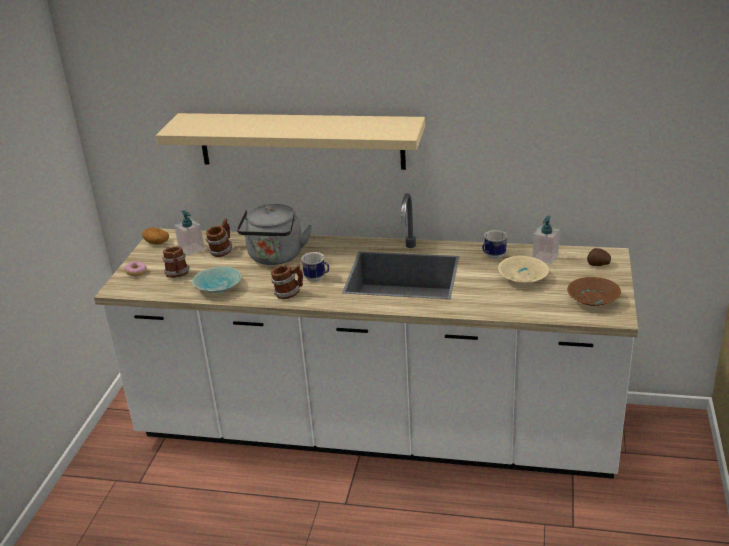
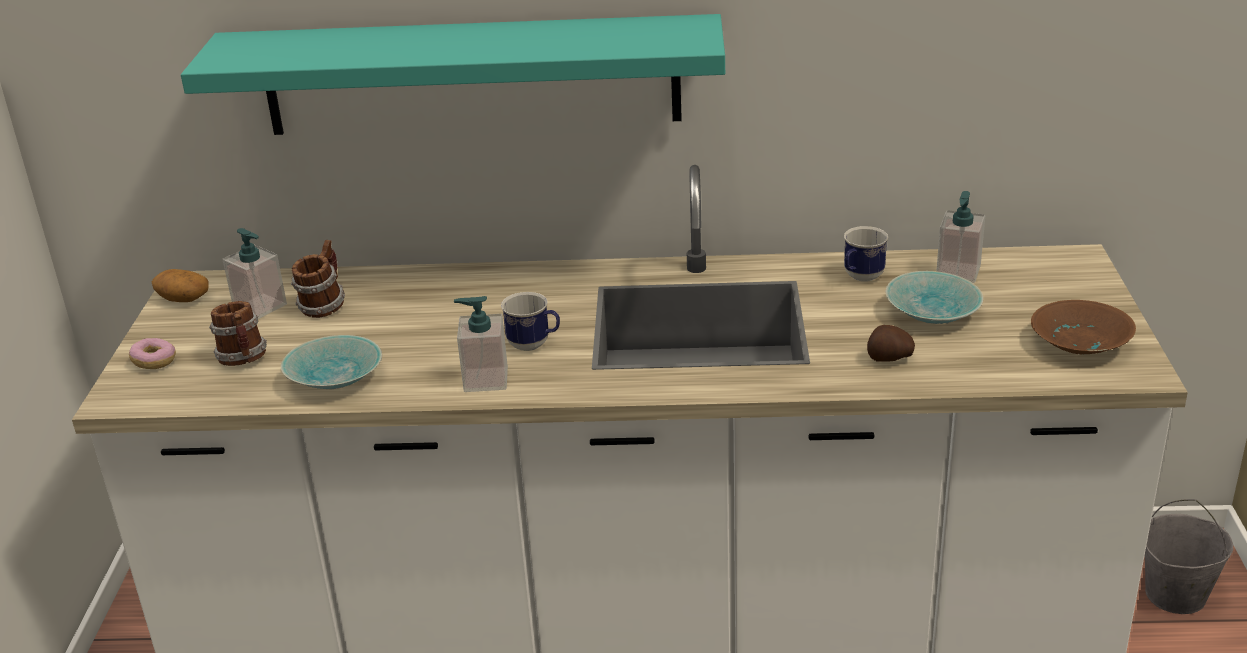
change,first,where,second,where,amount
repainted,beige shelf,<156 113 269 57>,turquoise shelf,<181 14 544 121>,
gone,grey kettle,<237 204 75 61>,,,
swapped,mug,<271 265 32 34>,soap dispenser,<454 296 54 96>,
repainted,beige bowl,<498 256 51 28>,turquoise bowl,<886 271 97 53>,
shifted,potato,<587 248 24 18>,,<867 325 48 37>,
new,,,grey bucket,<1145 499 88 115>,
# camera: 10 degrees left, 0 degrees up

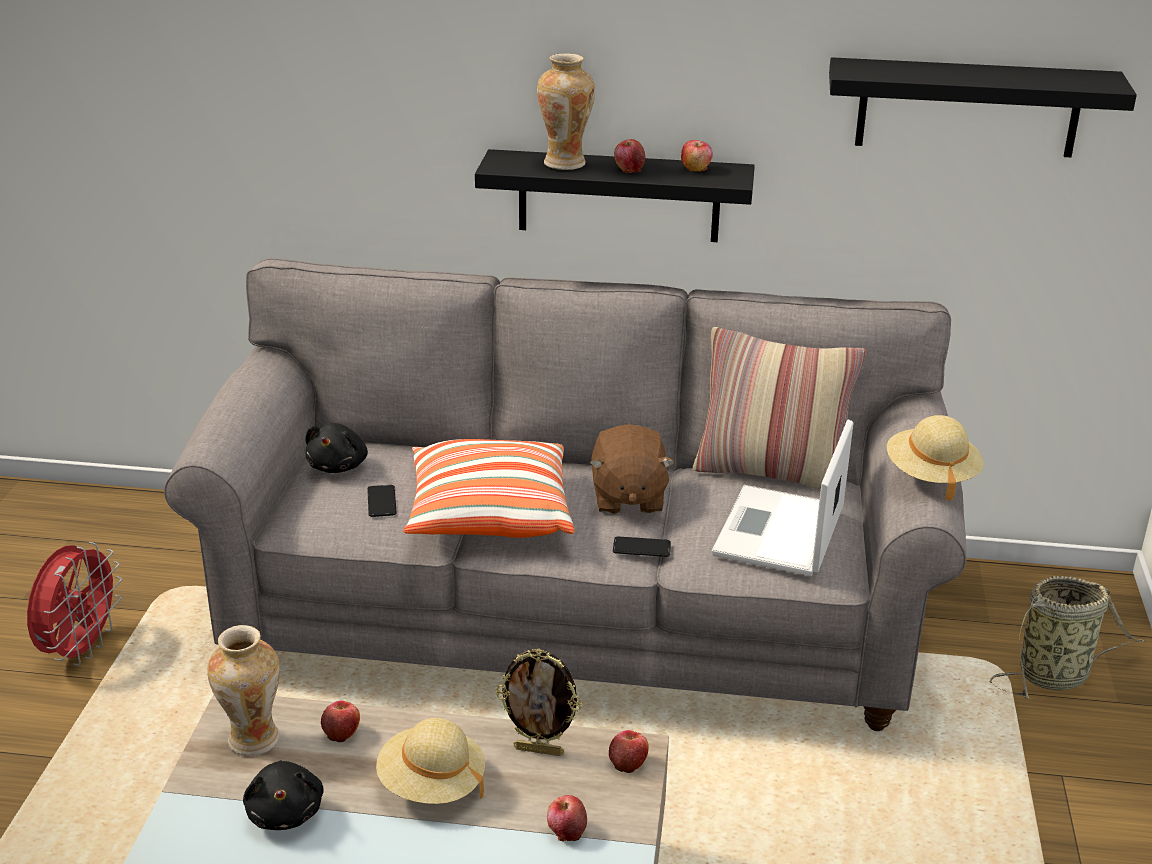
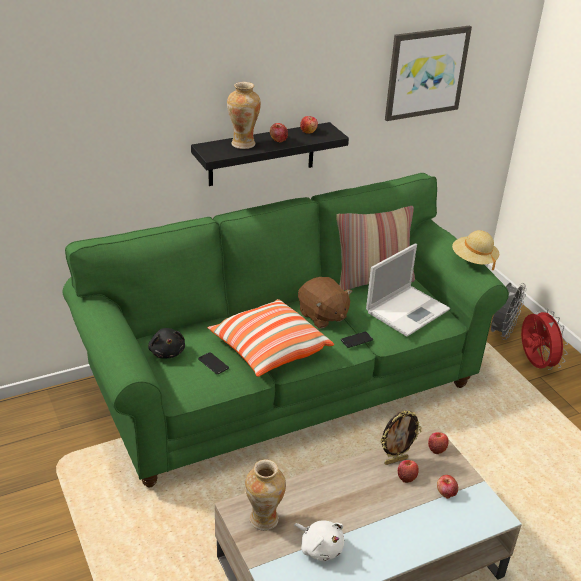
change,first,where,second,where,amount
shifted,red fan,<27 542 95 123>,,<521 308 47 62>,
repainted,grey sofa,<164 258 803 473>,green sofa,<63 173 446 315>,
repainted,black plush toy,<243 760 81 70>,white plush toy,<294 520 50 41>,
shifted,apple,<321 701 39 41>,,<398 460 21 23>,
gone,beige hat,<376 718 109 86>,,,
rotated,laptop,<712 420 141 156>,,<366 244 84 93>,120 degrees counterclockwise
swapped,black shelf,<829 57 308 100>,picture,<385 26 87 95>,
swapped,basket,<989 576 157 123>,grey fan,<491 283 36 57>,
# camera: 35 degrees left, 5 degrees up

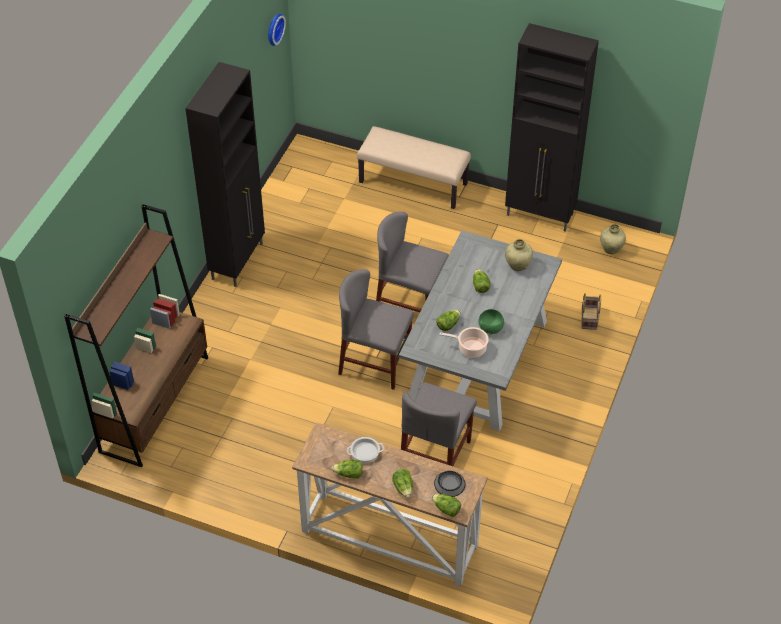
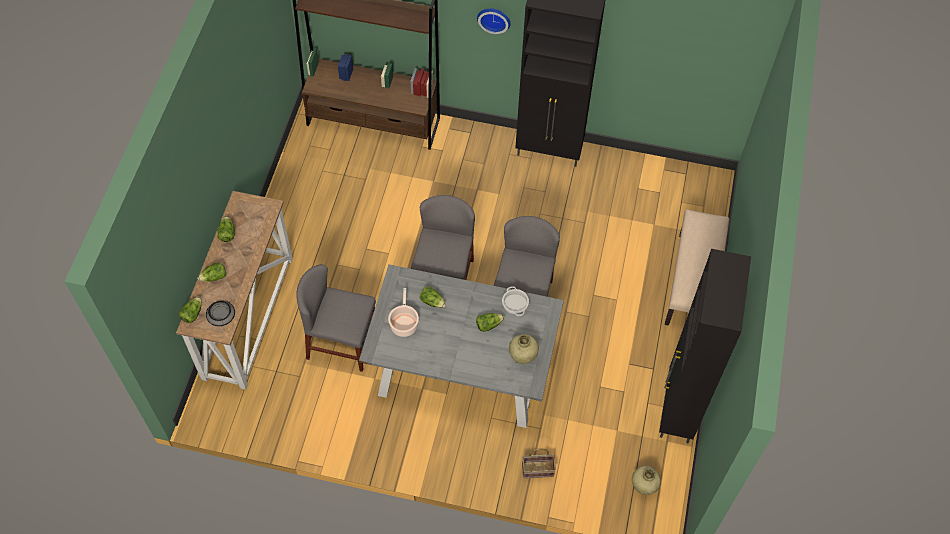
change,first,where,second,where,amount
shifted,wall clock,<268 13 18 33>,,<477 8 34 26>,
shifted,cooking pot,<347 437 37 26>,,<502 286 27 30>,
gone,green bowl,<478 309 26 26>,,,
# camera: 80 degrees right, 10 degrees up

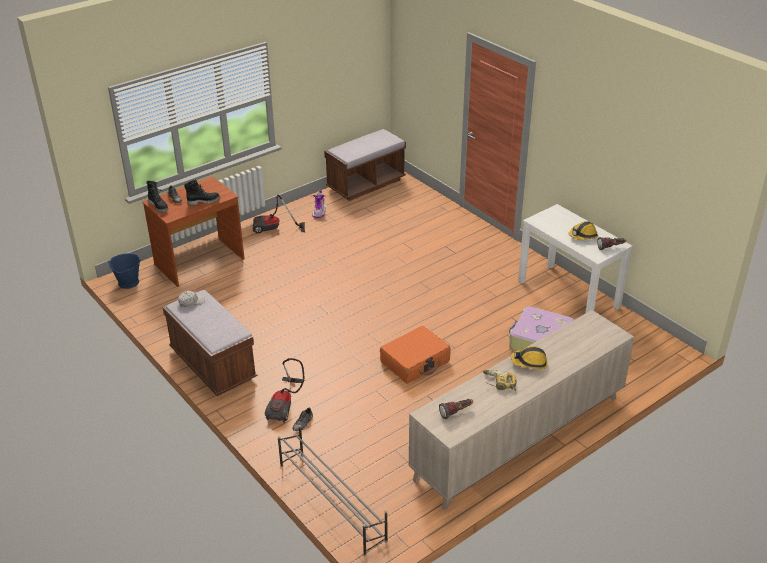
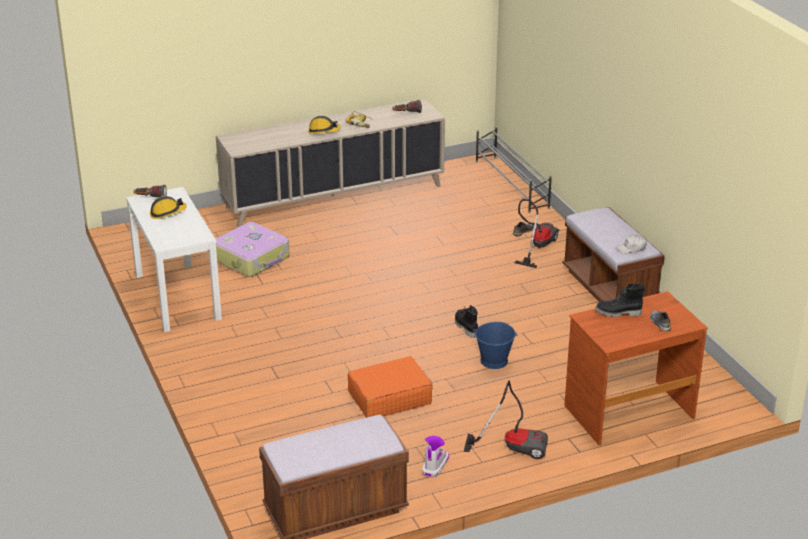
change,first,where,second,where,amount
shifted,blue bucket,<107 253 35 36>,,<473 322 45 47>,
shifted,black boot,<146 181 22 31>,,<455 305 23 33>,
shifted,orange suitcase,<380 326 71 58>,,<348 356 85 62>,
# camera: 165 degrees left, 5 degrees down

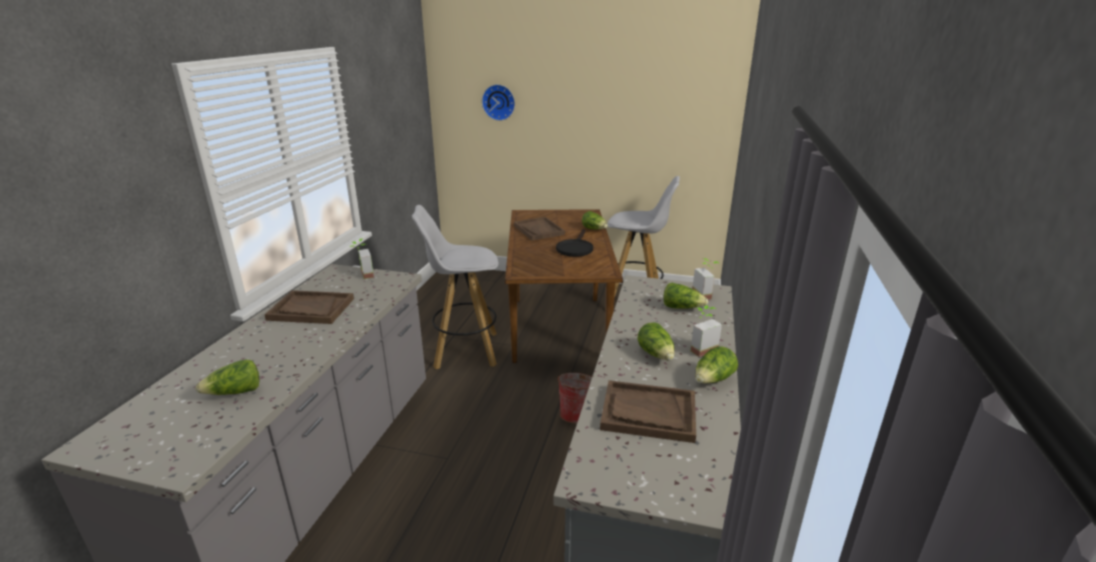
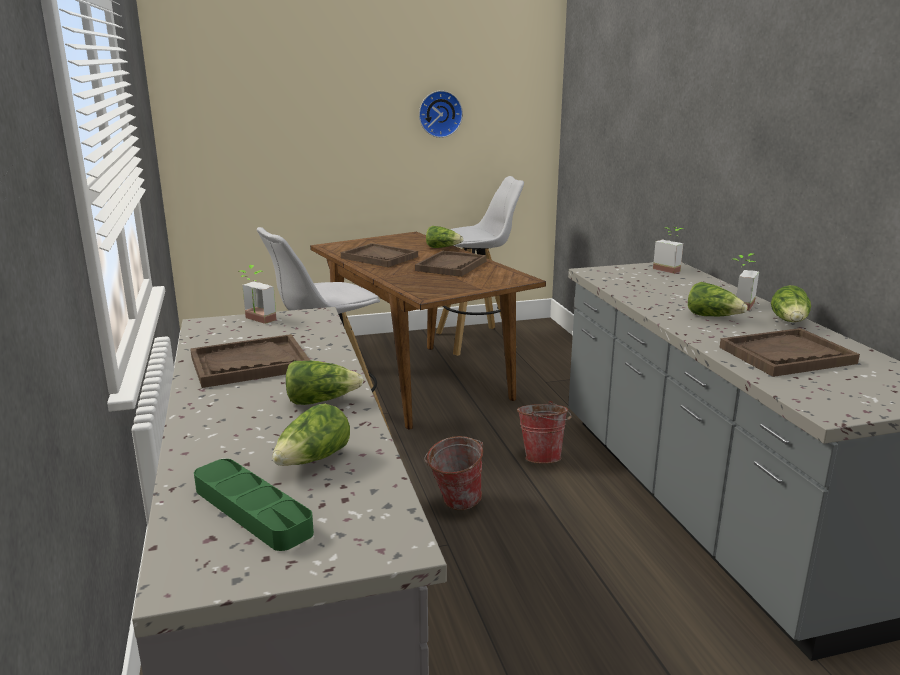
change,first,where,second,where,amount
shifted,wall clock,<482 84 33 37>,,<419 90 44 48>,
swapped,black frying pan,<556 229 37 28>,brown tray,<415 250 72 27>,
shifted,lettuce,<663 283 45 26>,,<286 361 78 44>,
new,,,green tray,<194 459 120 92>,
new,,,bucket,<424 436 59 74>,
# camera: 30 degrees left, 5 degrees down

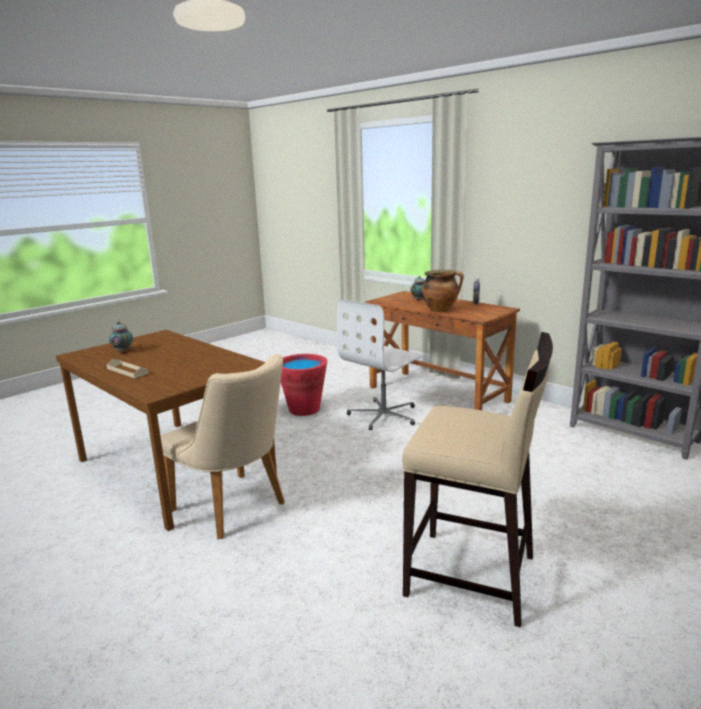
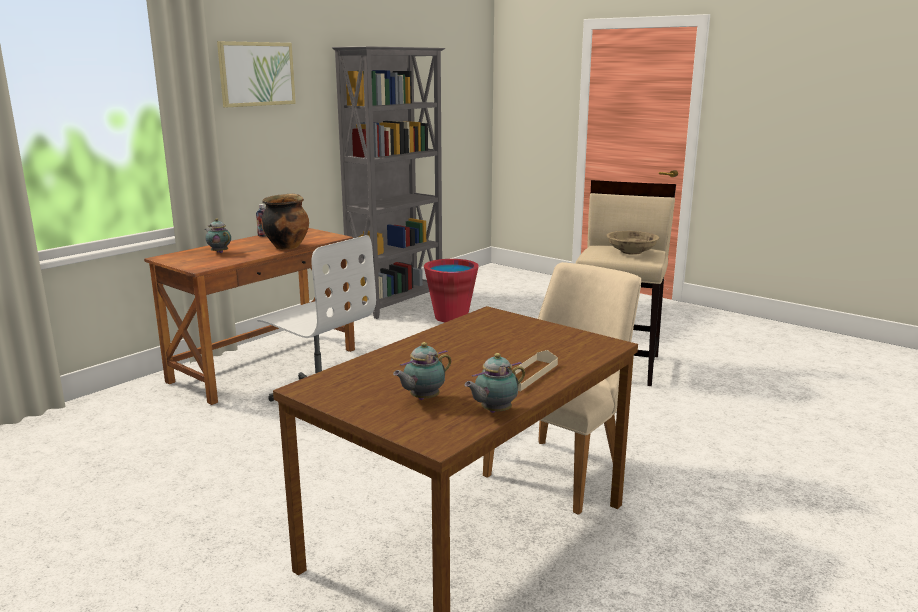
change,first,where,second,where,amount
shifted,red bucket,<281 354 46 62>,,<424 259 55 63>,
new,,,picture,<217 41 79 66>,
new,,,teapot,<464 353 61 60>,
new,,,beige bowl,<607 231 52 24>,
# camera: 95 degrees left, 0 degrees up

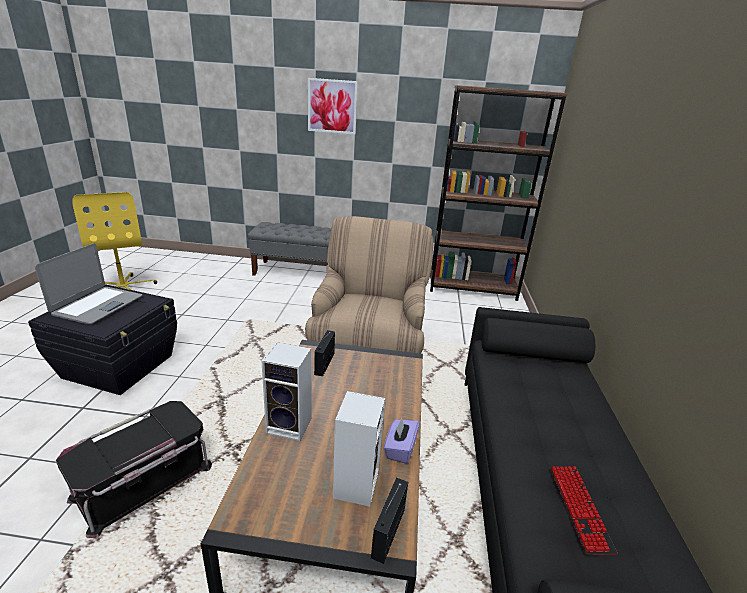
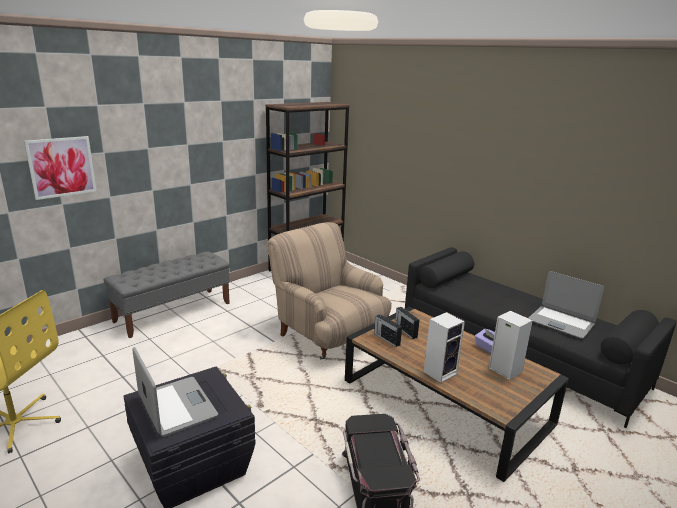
change,first,where,second,where,amount
shifted,picture,<308 78 50 57>,,<24 136 73 64>,
shifted,radio,<371 478 37 86>,,<395 307 24 32>,
swapped,keyboard,<549 466 68 89>,laptop,<529 271 75 68>,
# camera: 50 degrees left, 5 degrees down

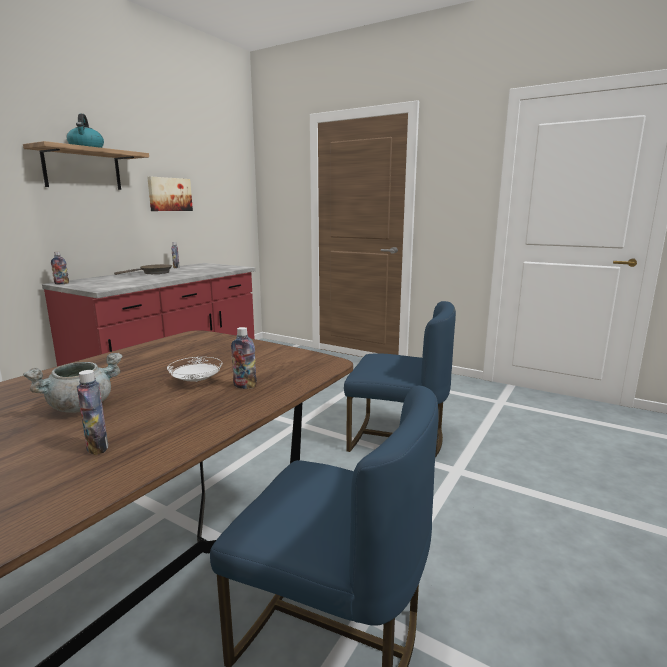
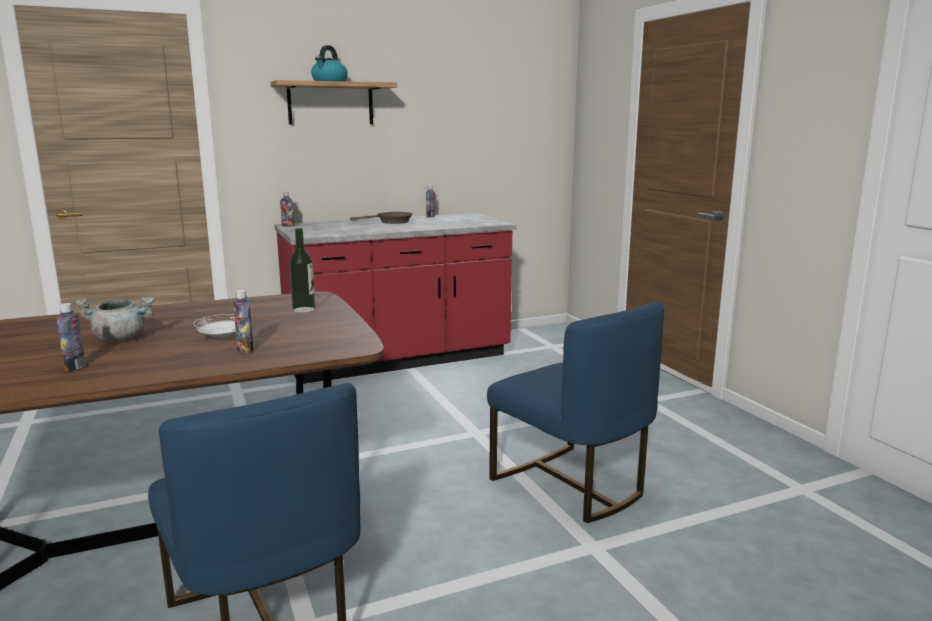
change,first,where,second,where,amount
gone,picture,<147 176 46 35>,,,
new,,,bottle,<289 228 26 85>,
# camera: 35 degrees right, 0 degrees up

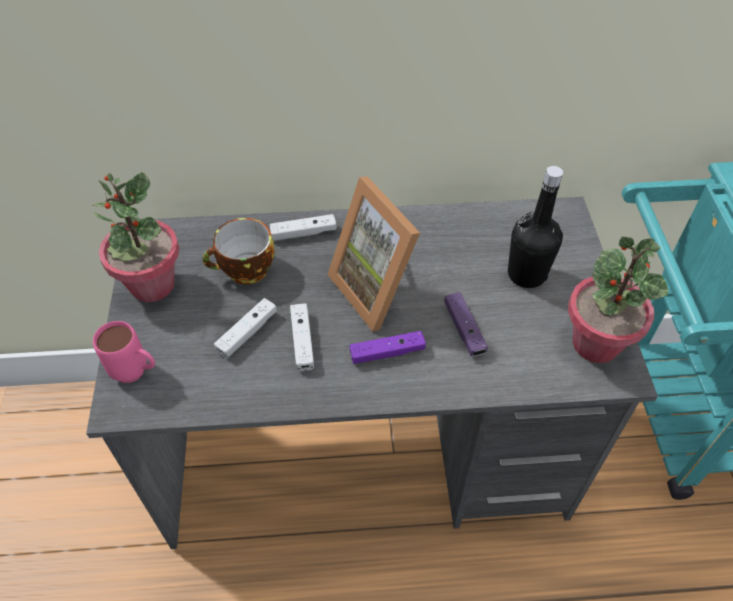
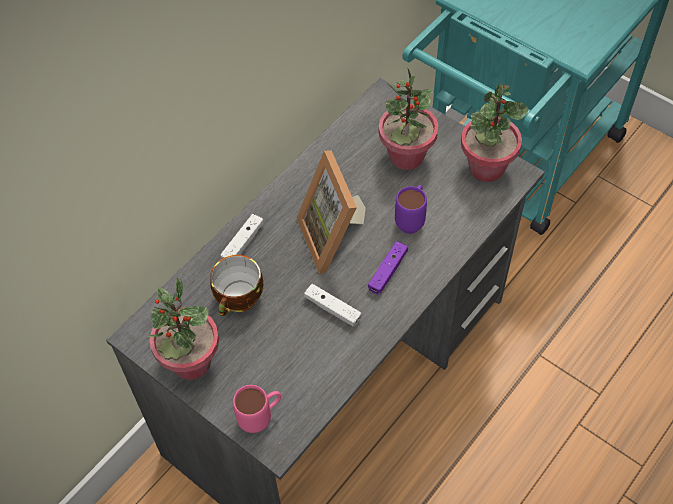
change,first,where,second,where,amount
gone,white game controller,<214 298 63 60>,,,
rotated,picture frame,<328 176 92 156>,,<297 150 69 124>,60 degrees clockwise
swapped,purple game controller,<444 292 44 64>,purple mug,<395 185 32 49>,
swapped,black bottle,<508 166 55 122>,potted plant,<378 66 60 104>,
# camera: 45 degrees left, 5 degrees up

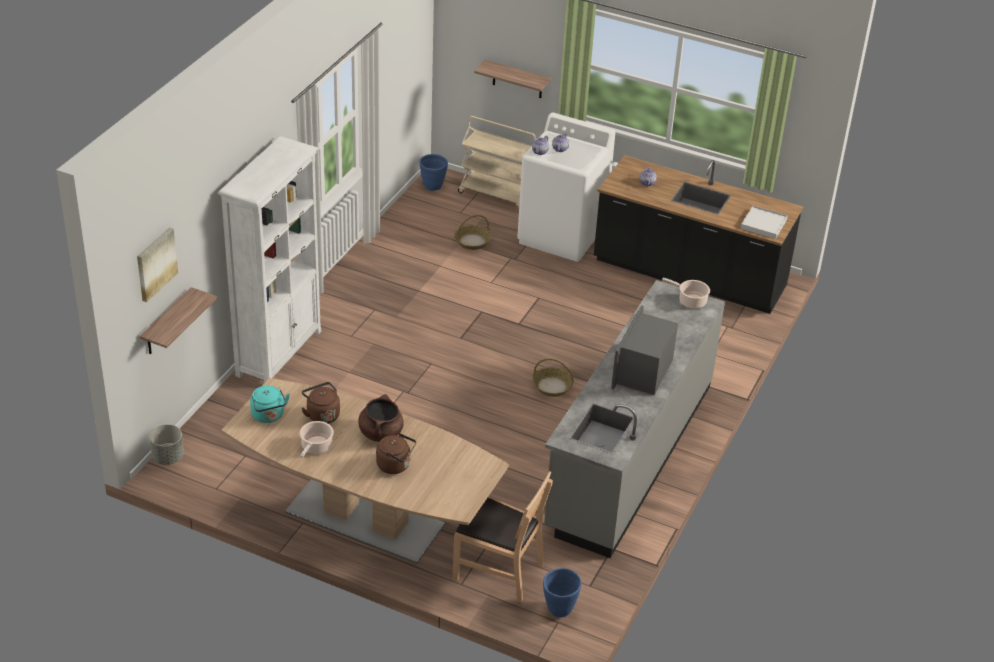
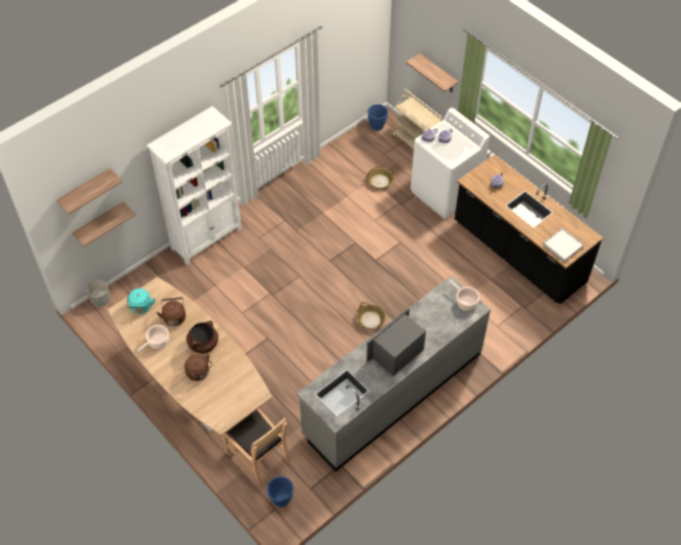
change,first,where,second,where,amount
swapped,picture,<137 227 41 75>,shelf,<56 168 67 47>,
# camera: 25 degrees right, 15 degrees up

